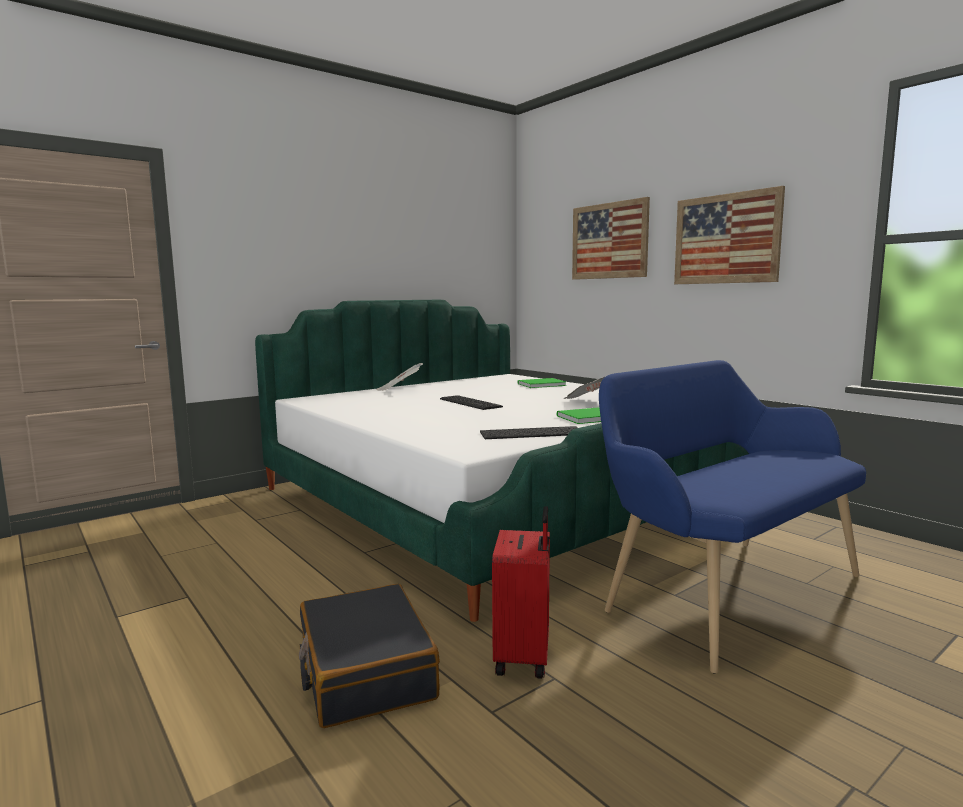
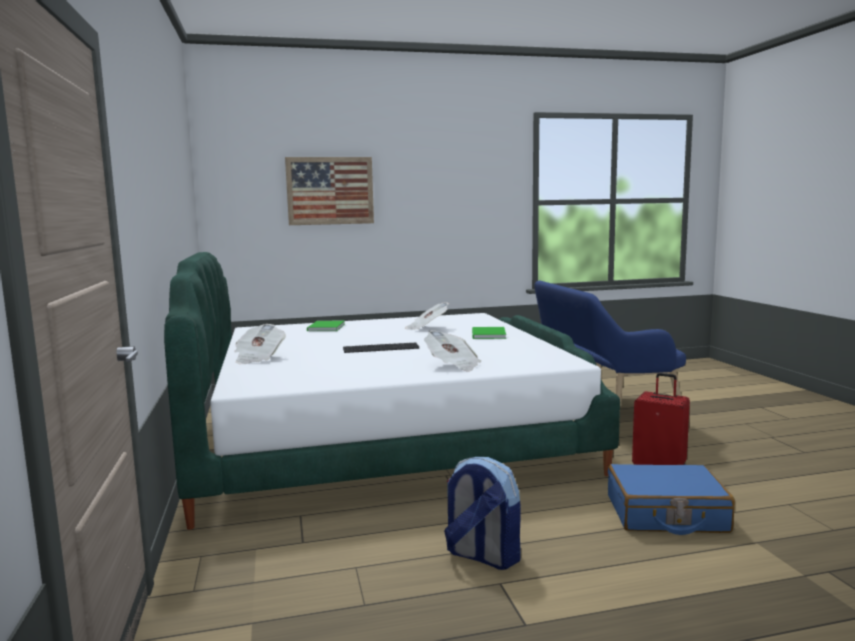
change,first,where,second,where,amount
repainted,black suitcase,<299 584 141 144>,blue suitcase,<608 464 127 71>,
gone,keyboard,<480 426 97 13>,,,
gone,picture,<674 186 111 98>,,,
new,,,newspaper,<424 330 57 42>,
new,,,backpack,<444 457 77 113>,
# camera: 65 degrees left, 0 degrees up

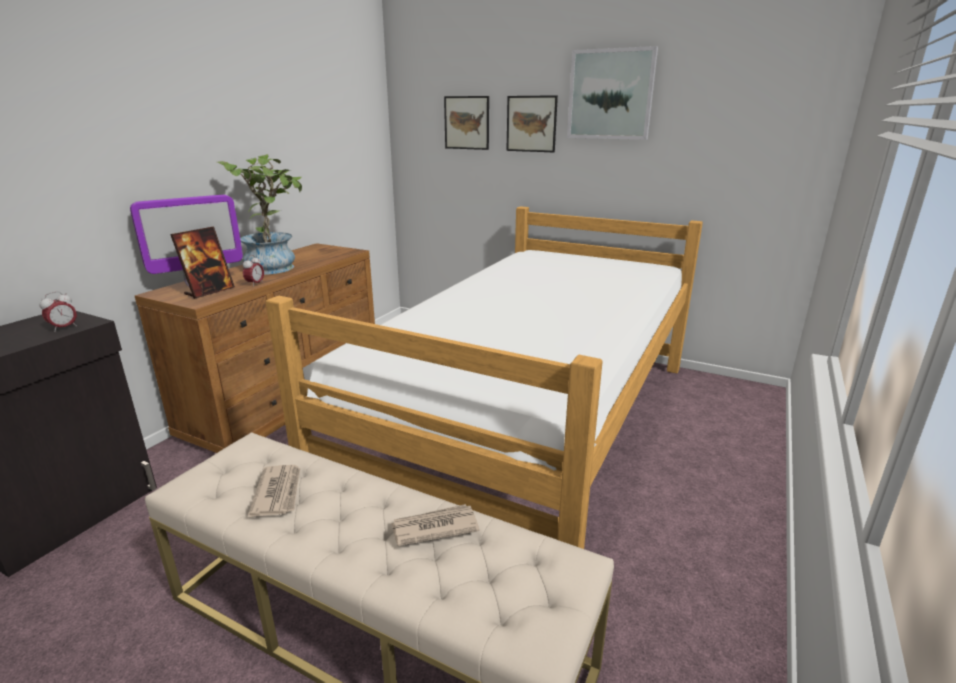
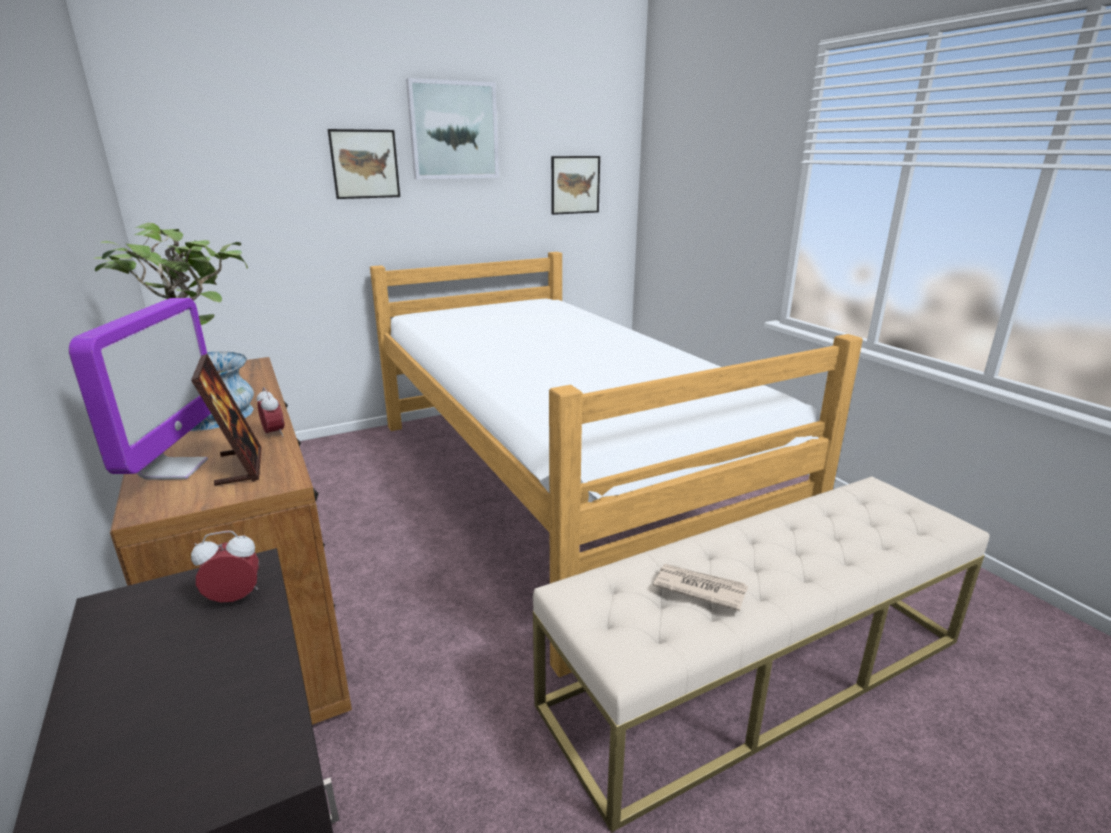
change,first,where,second,where,amount
rotated,alarm clock,<39 291 38 41>,,<191 531 68 71>,90 degrees counterclockwise
gone,newspaper,<391 504 89 42>,,,
shifted,picture,<444 96 45 54>,,<551 156 49 59>,
# camera: 55 degrees left, 0 degrees up

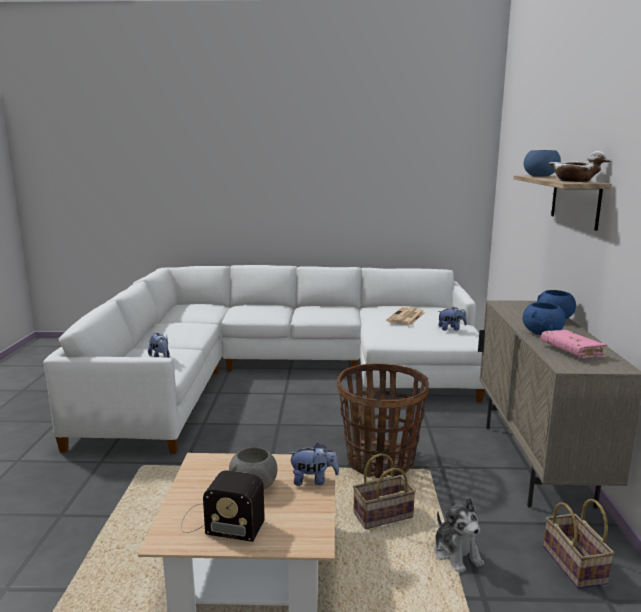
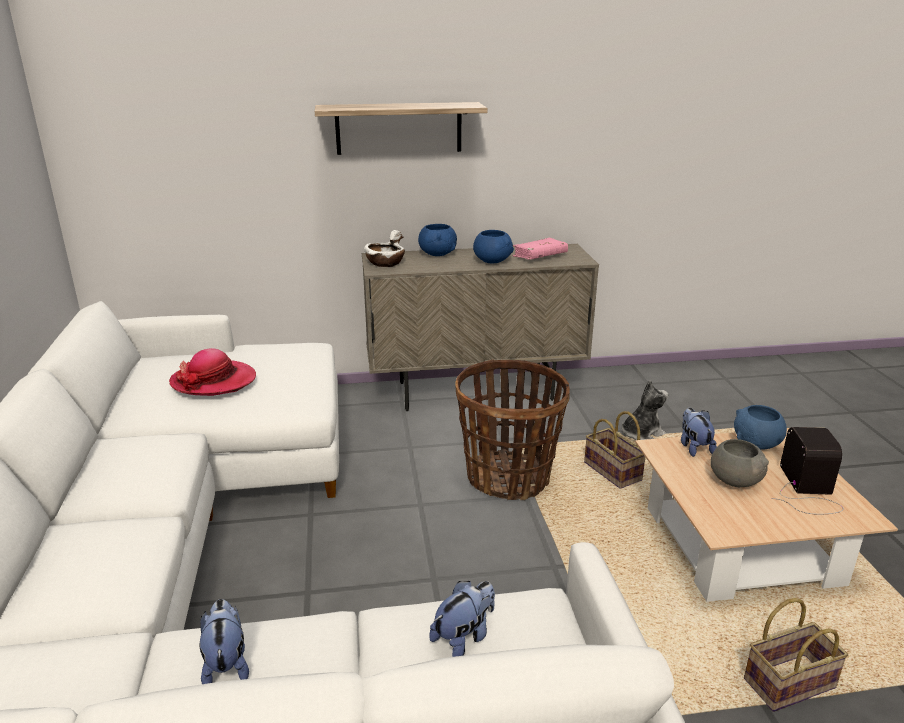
change,first,where,second,where,amount
swapped,newspaper,<386 307 39 18>,hat,<169 348 87 48>,
shifted,plush toy,<438 306 29 25>,,<199 599 50 85>,
shifted,blue bowl,<524 150 37 27>,,<734 405 53 45>,
shifted,basket,<543 499 71 90>,,<744 598 104 114>,
shifted,white bowl,<549 151 63 31>,,<364 230 41 37>,
# camera: 100 degrees left, 10 degrees up

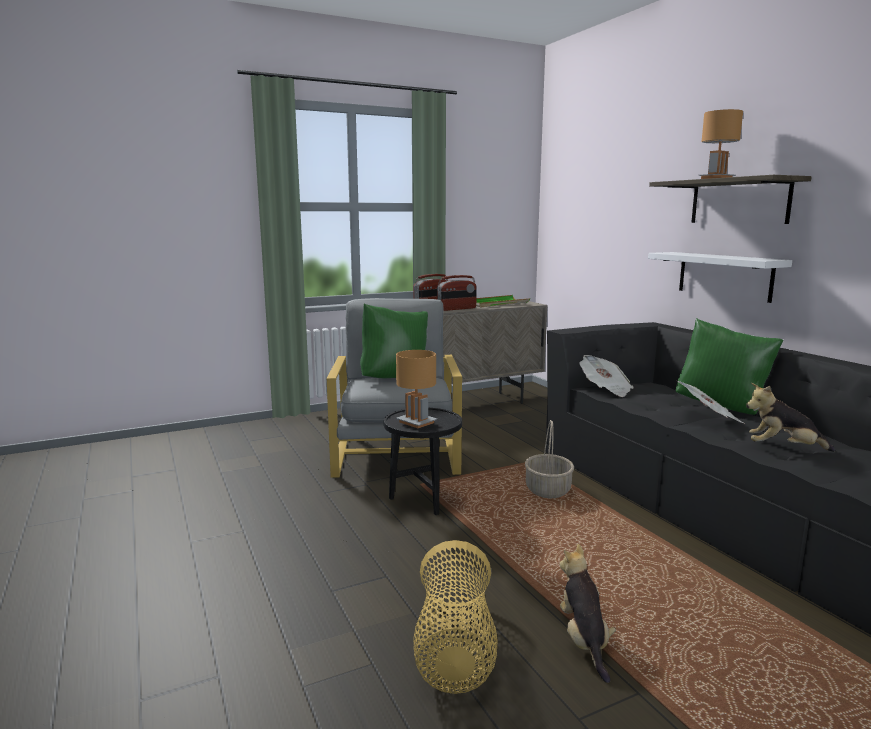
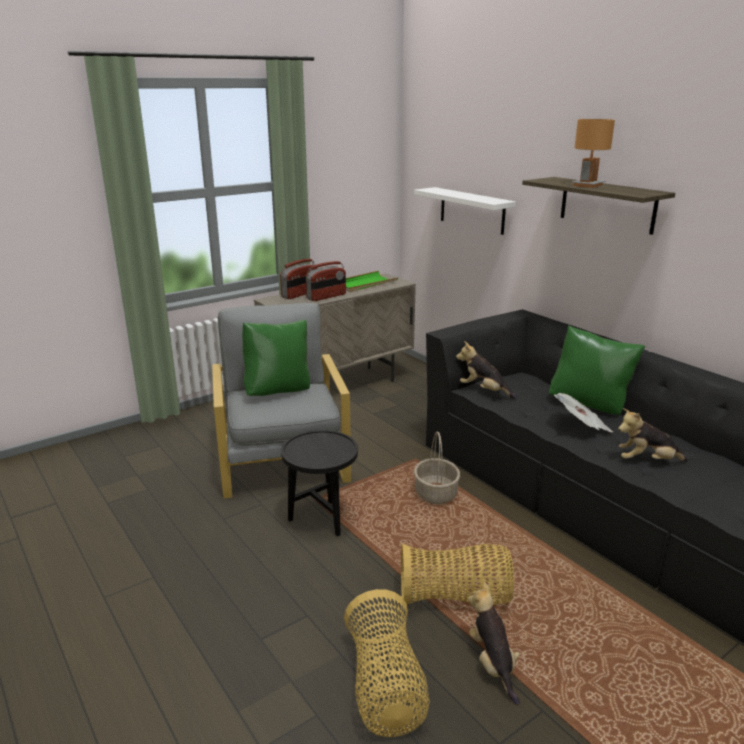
change,first,where,second,where,amount
gone,brown table lamp,<396 350 41 78>,,,
swapped,newspaper,<579 355 55 42>,plush toy,<456 341 61 58>,
shifted,white shelf,<648 252 144 51>,,<414 187 102 48>,
new,,,basket,<401 544 113 61>,
# camera: 10 degrees left, 10 degrees up

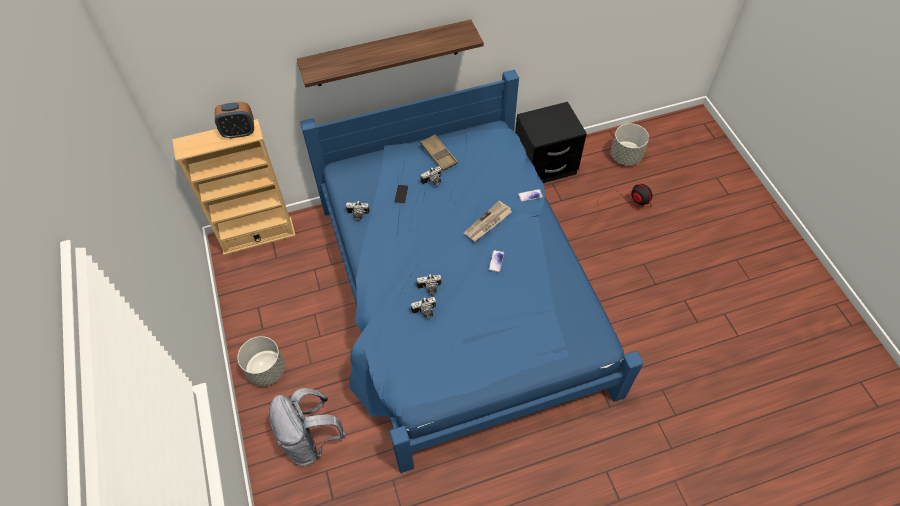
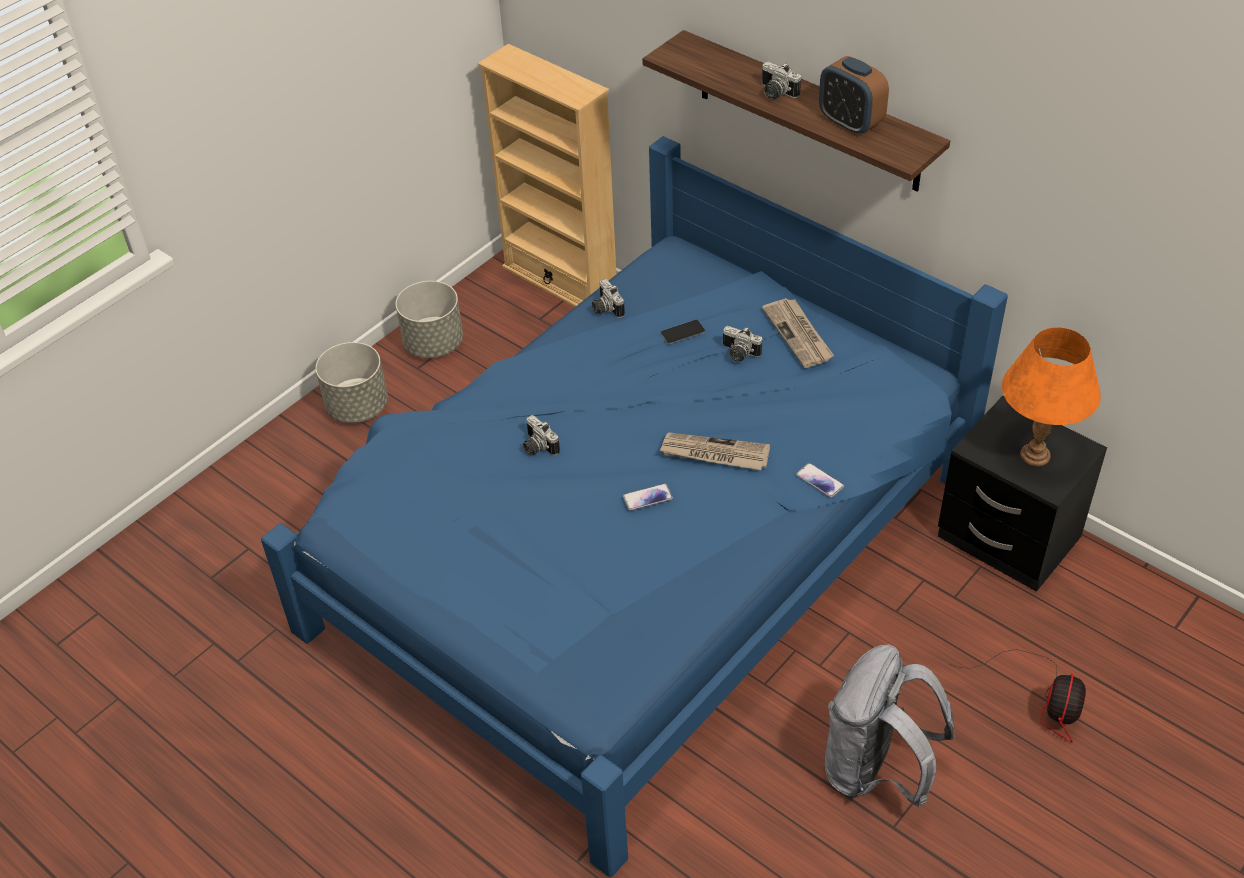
change,first,where,second,where,amount
shifted,alarm clock,<215 102 39 37>,,<819 56 70 80>,
shifted,grey backpack,<269 388 77 78>,,<825 645 130 162>,
shifted,photo camera,<411 297 25 22>,,<762 62 39 37>,
swapped,brown tray,<420 134 38 37>,newspaper,<762 298 72 70>,
shifted,grey planter,<611 124 38 42>,,<396 281 67 77>,
new,,,orange table lamp,<1002 327 99 139>,
# camera: 60 degrees right, 10 degrees down

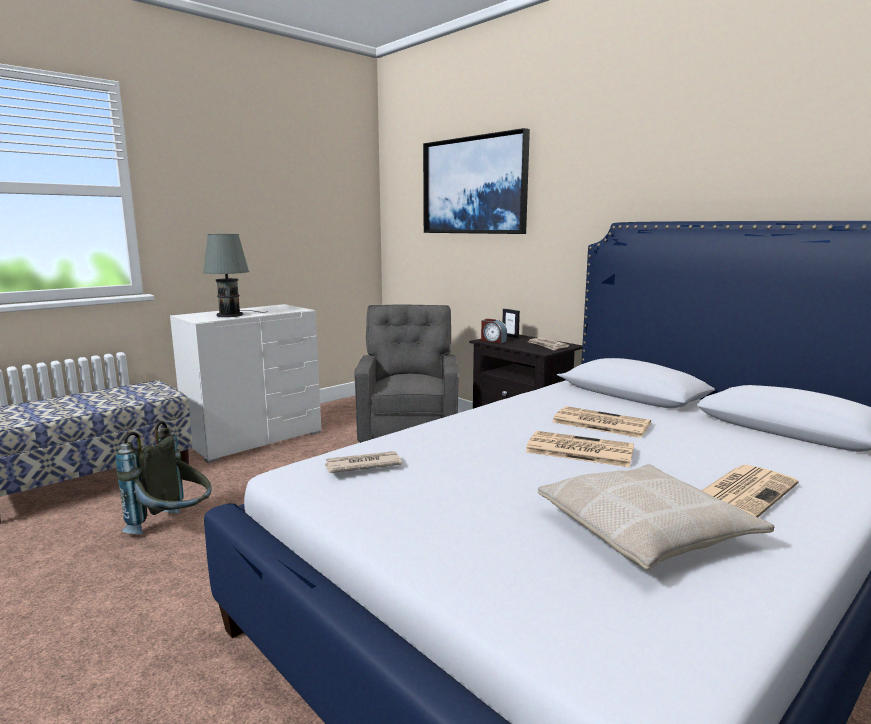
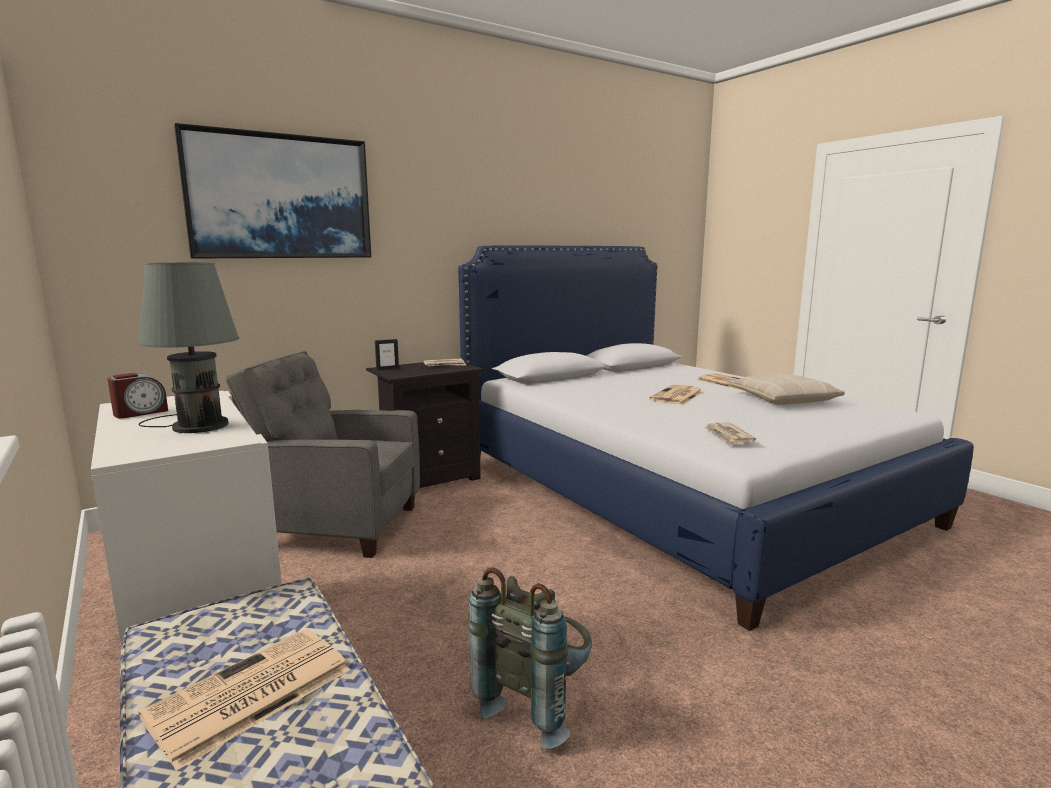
change,first,where,second,where,amount
shifted,alarm clock,<481 319 26 24>,,<107 373 61 46>,
shifted,newspaper,<552 406 99 32>,,<138 629 212 142>,
# camera: 80 degrees left, 0 degrees up

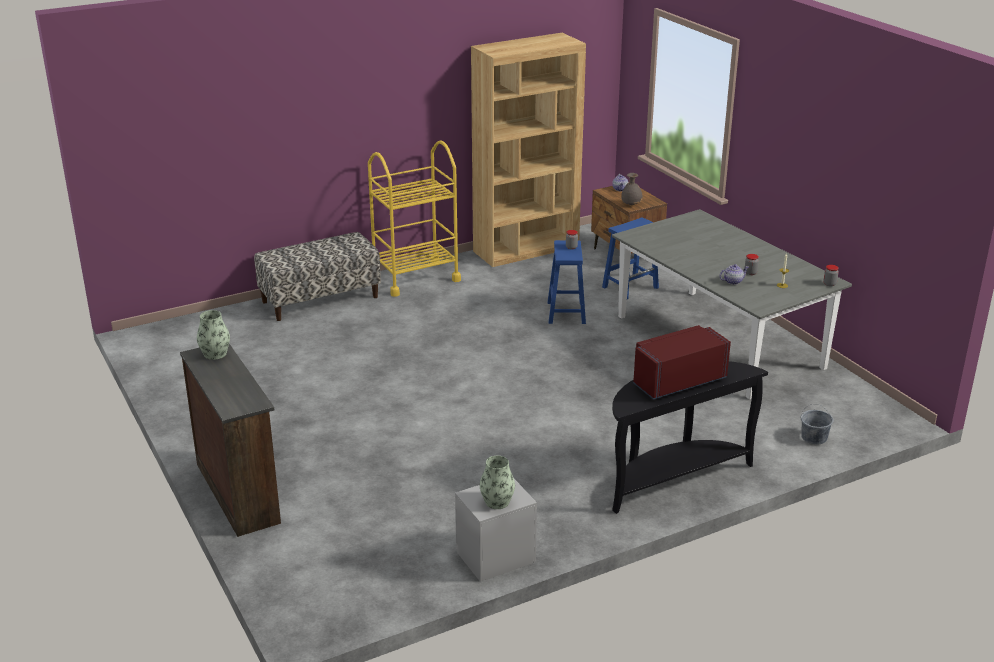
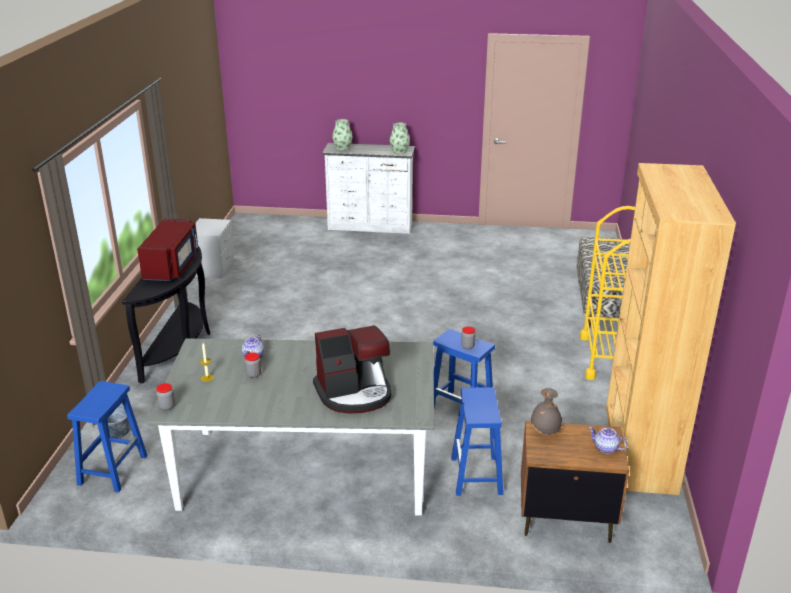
change,first,where,second,where,amount
repainted,brown dresser,<180 344 101 193>,white dresser,<322 143 93 91>,
shifted,vase,<480 456 35 53>,,<332 119 20 31>,
new,,,blue stool,<67 381 81 112>,
new,,,coffee machine,<313 325 79 89>,
# camera: 125 degrees right, 0 degrees up

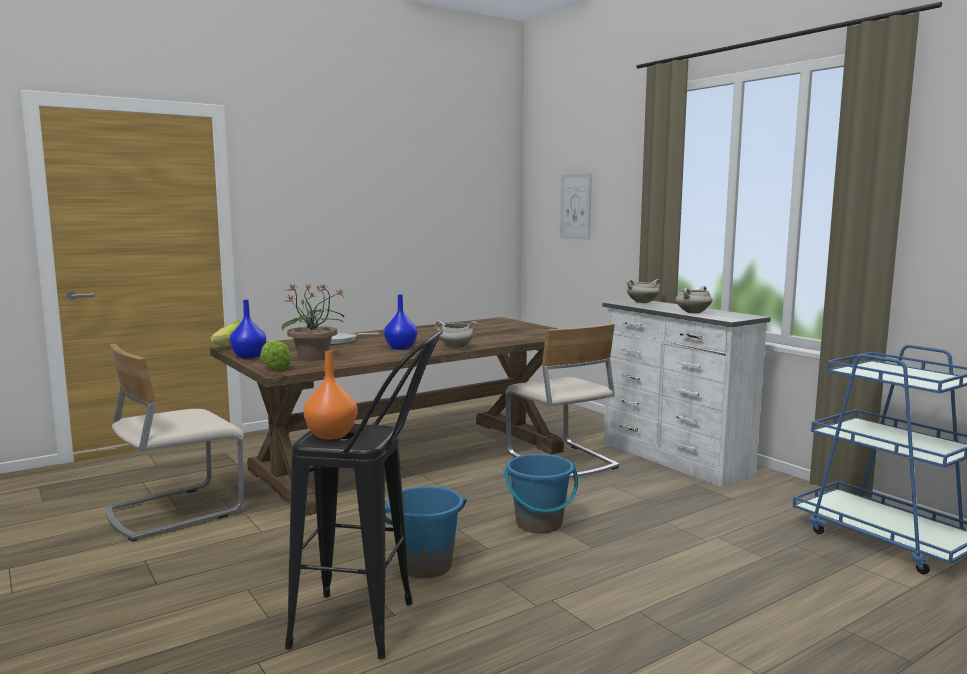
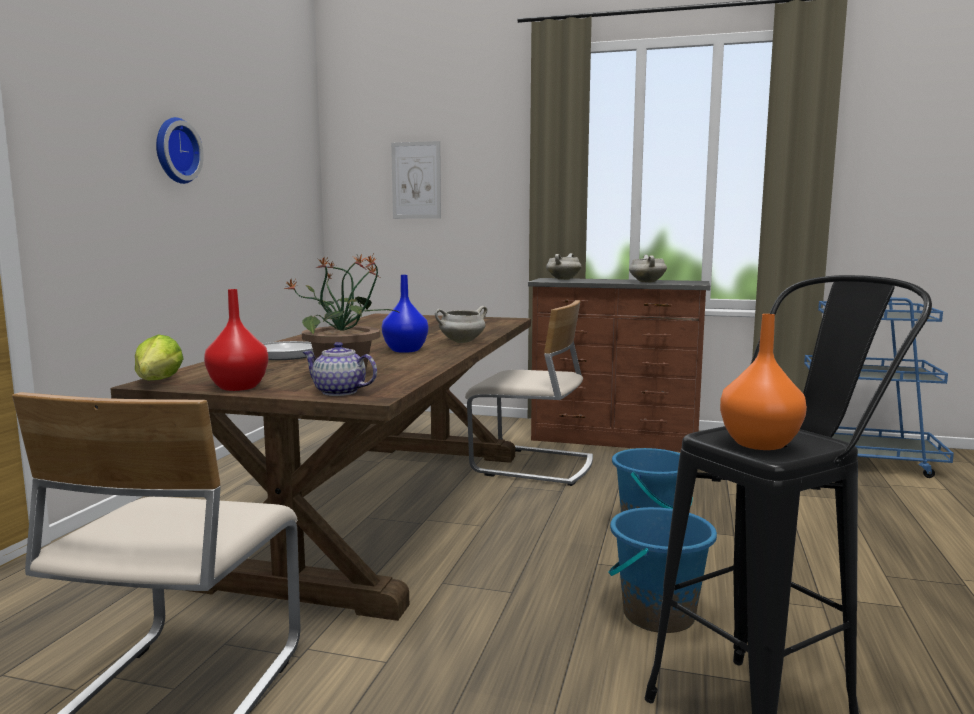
change,first,where,second,where,amount
repainted,blue vase,<229 300 37 59>,red vase,<204 289 64 102>,
swapped,lettuce,<260 340 31 31>,teapot,<302 342 75 54>,
repainted,white dresser,<602 300 169 187>,brown dresser,<528 278 182 174>,
new,,,wall clock,<156 117 48 67>,
# camera: 40 degrees left, 0 degrees up

